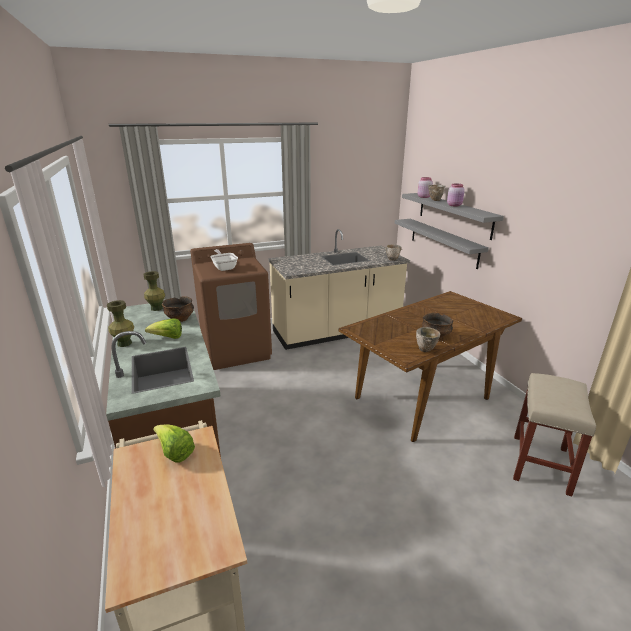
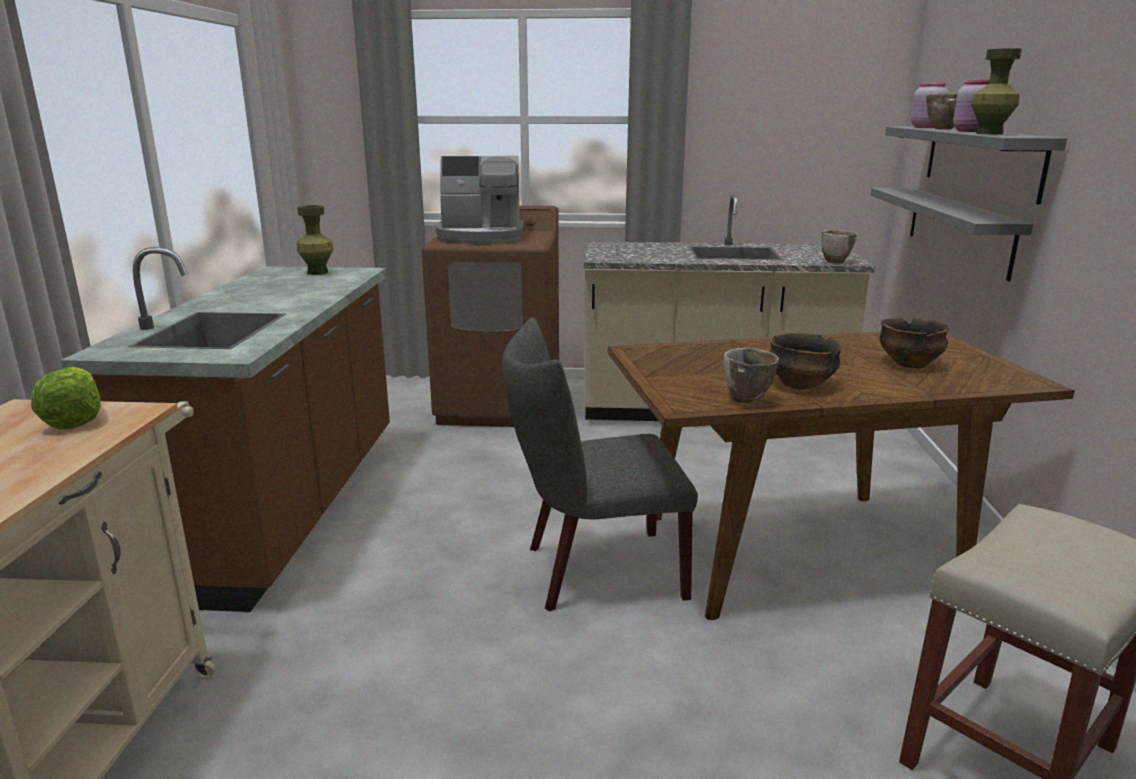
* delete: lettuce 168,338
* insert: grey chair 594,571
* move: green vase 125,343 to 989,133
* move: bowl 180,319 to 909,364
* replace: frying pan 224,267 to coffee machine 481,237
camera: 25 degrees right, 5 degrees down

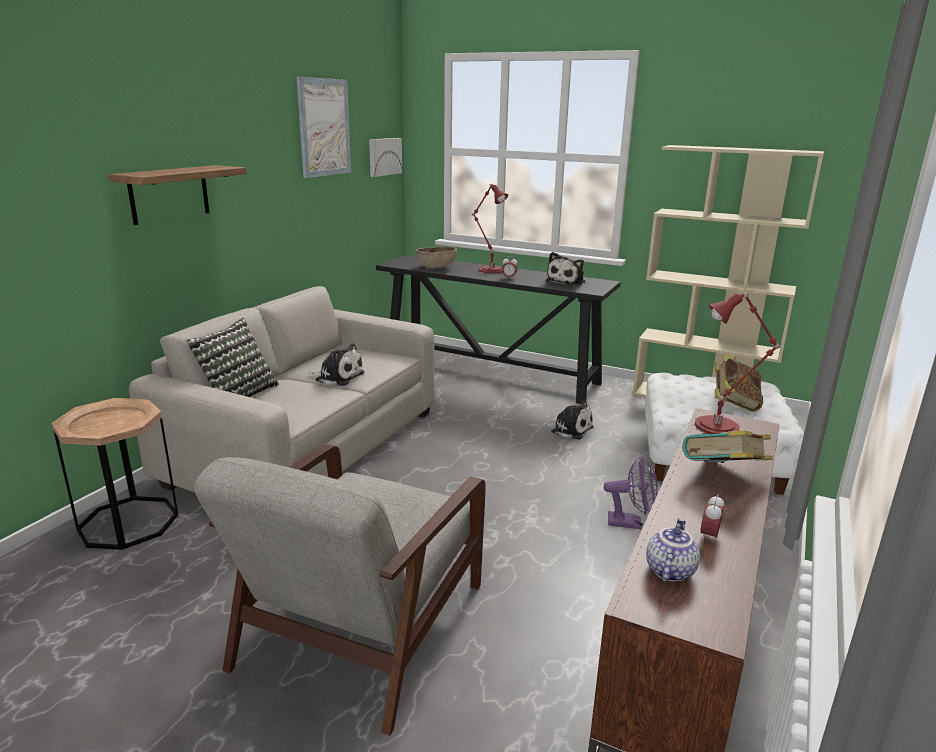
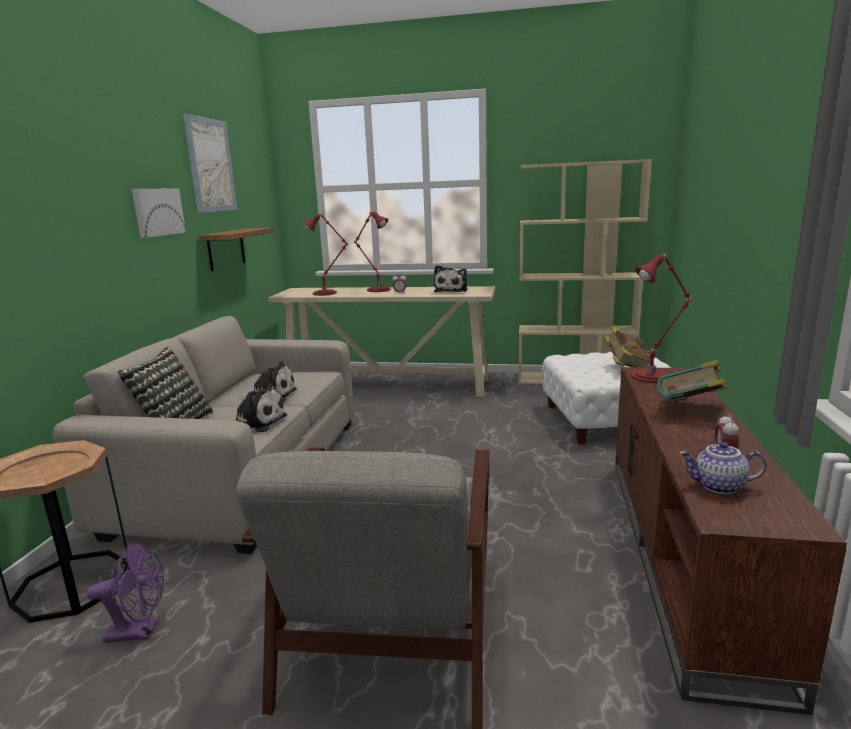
* move: shelf 169,194 to 226,249
* move: picture 384,156 to 157,212
* move: plush toy 569,429 to 256,423
* move: purple fan 630,523 to 140,631
* replace: brown bowl 436,267 to red table lamp 327,293
* recolor: black console table 492,373 to beige console table 389,385
* rotate: teapot 668,570 = 719,487 90 degrees counterclockwise
camera: 15 degrees left, 5 degrees down

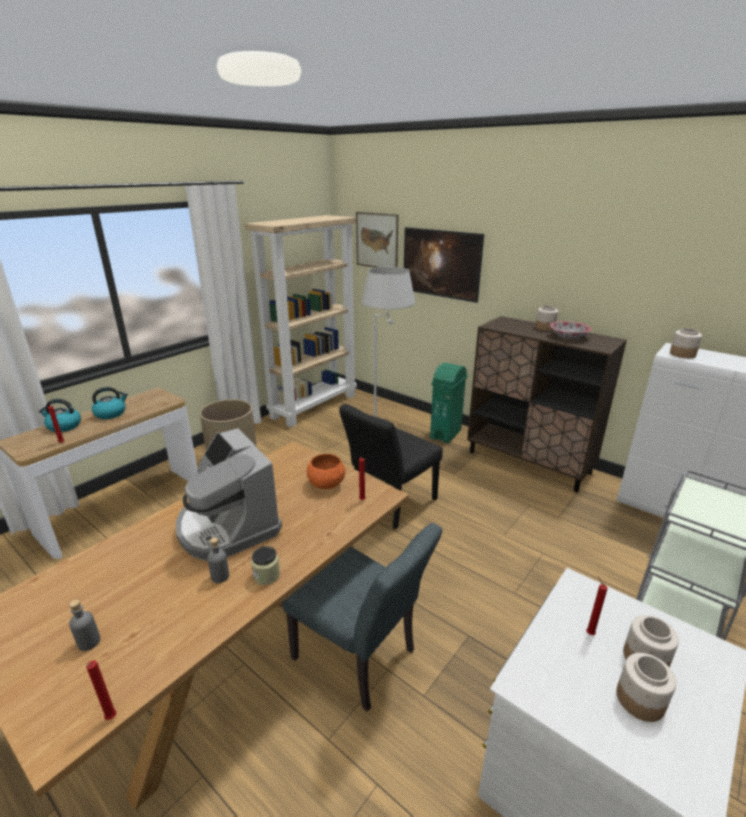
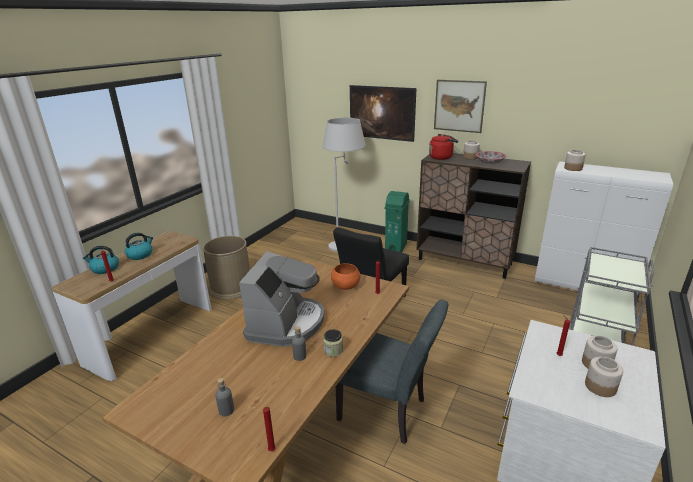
* delete: beige bookcase 314,406
* insert: red kettle 442,157
* move: picture 377,240 to 459,106
* rotate: coffee machine 228,526 = 286,323 120 degrees counterclockwise
camera: 10 degrees left, 0 degrees up

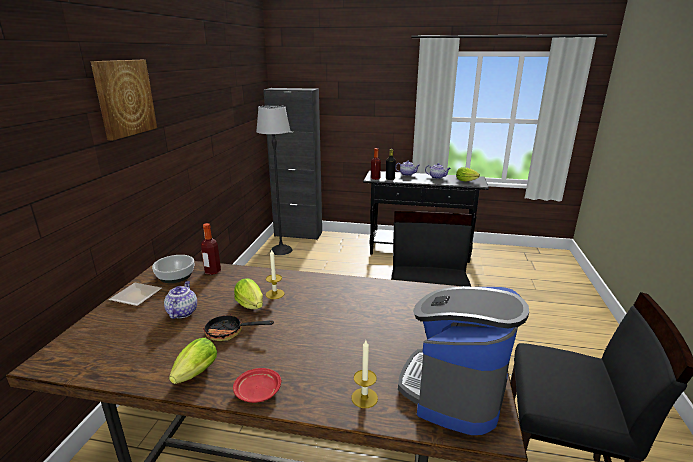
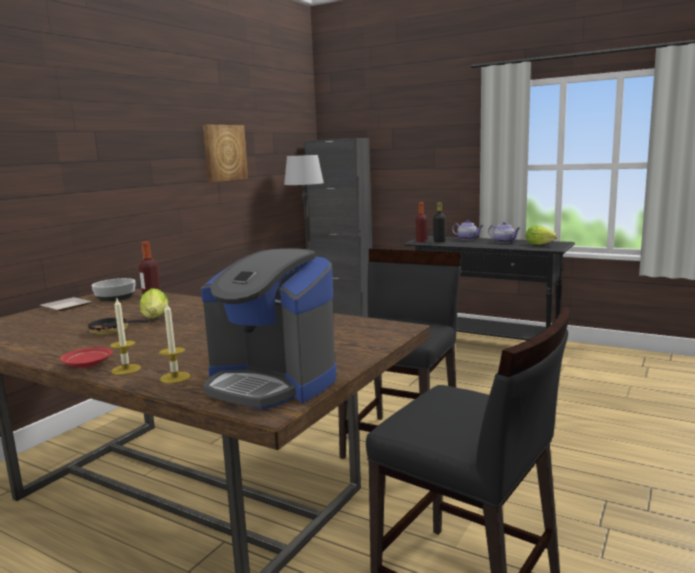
* delete: teapot 182,312
* delete: lettuce 194,375
* move: picture 124,98 to 224,153
* move: candle 275,294 to 126,369
* rotate: coffee machine 454,390 = 271,383 105 degrees counterclockwise
camera: 20 degrees right, 10 degrees down

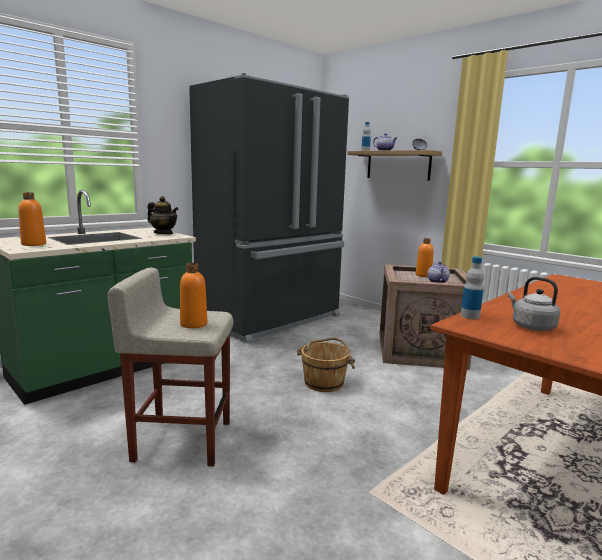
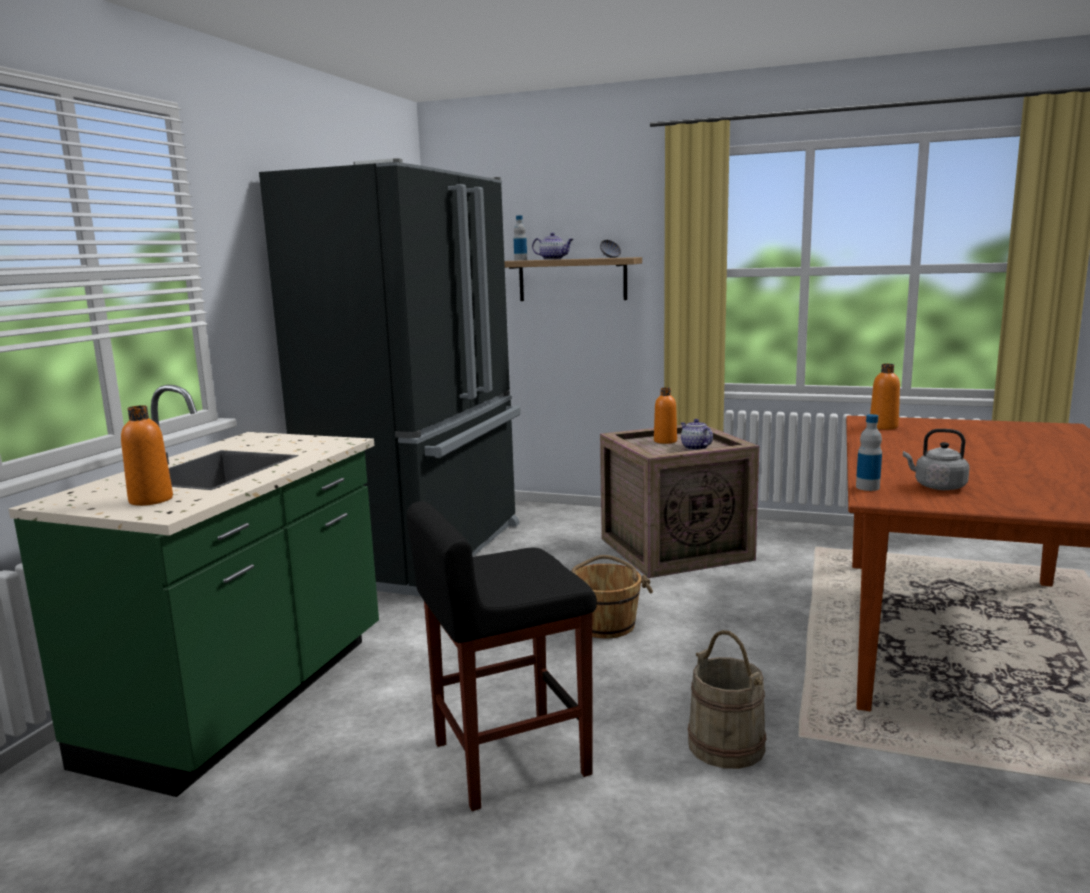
* delete: teapot 163,233
* insert: beige bucket 726,745
* move: orange bottle 193,324 to 883,427
* recolor: beige stool 181,440 to black stool 508,759
camera: 25 degrees left, 0 degrees up

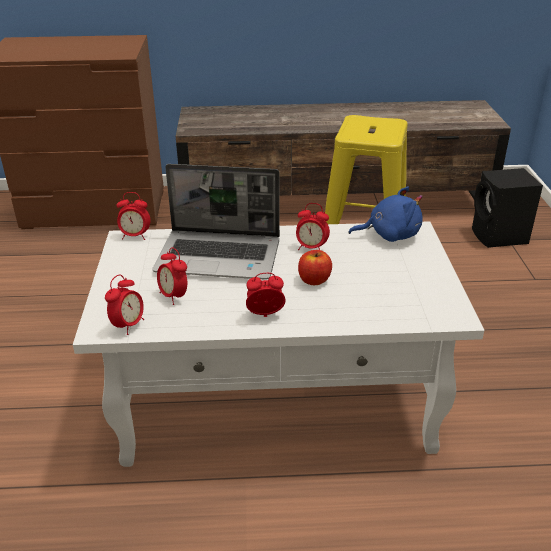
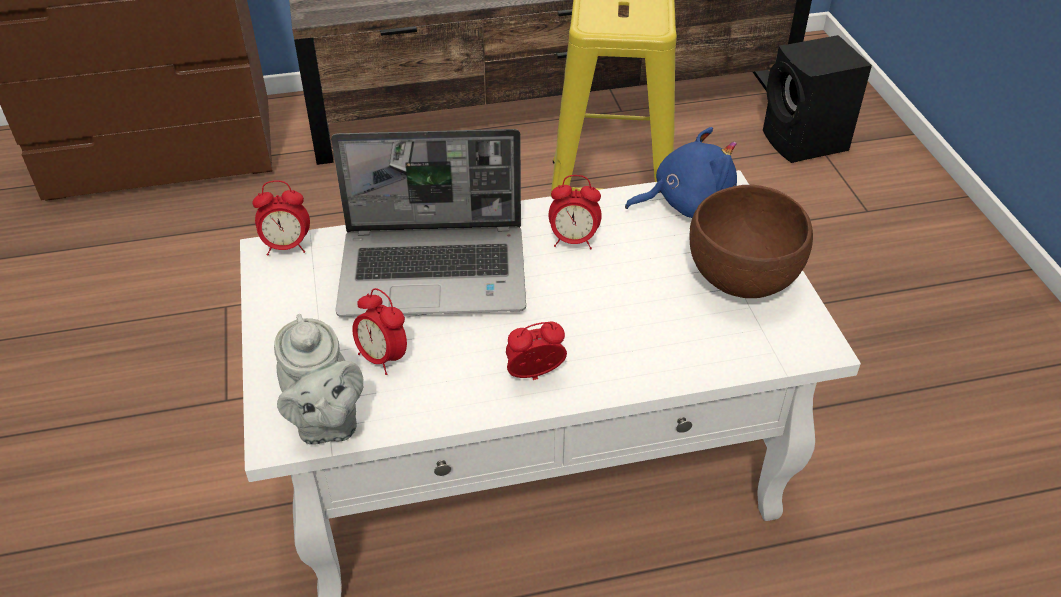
* delete: apple 314,280
* insert: brown bowl 741,279
* replace: alarm clock 128,325 to grey teapot 325,422
camera: 10 degrees left, 10 degrees up

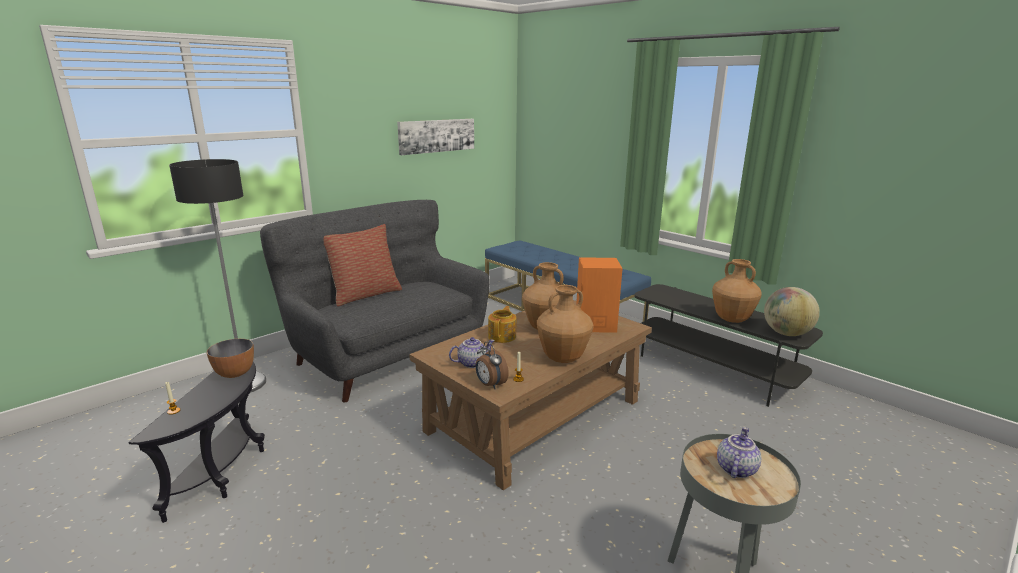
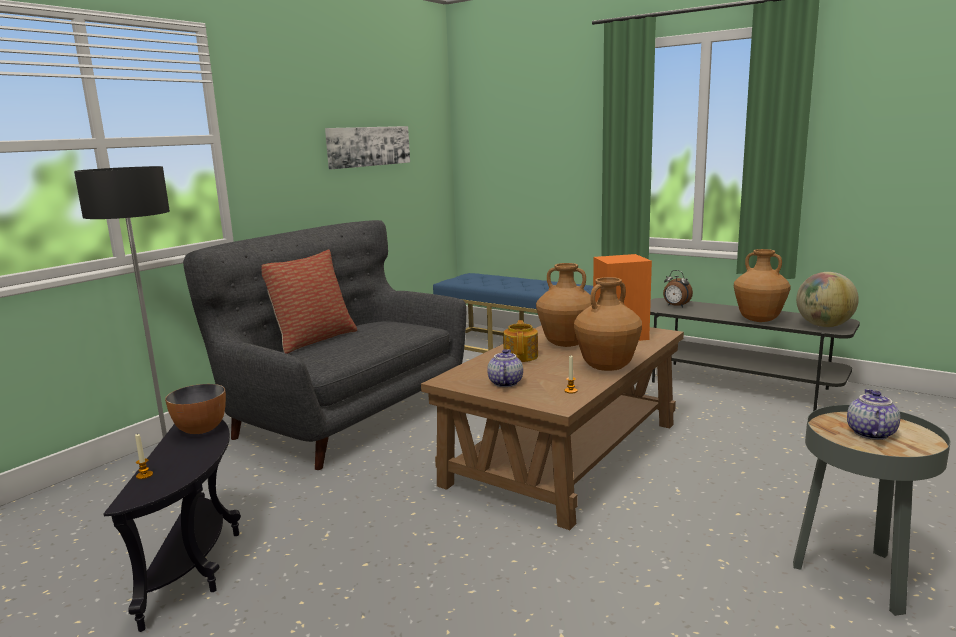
* move: alarm clock 490,385 to 676,306
* rotate: teapot 472,363 = 504,383 45 degrees counterclockwise
camera: 10 degrees left, 5 degrees down

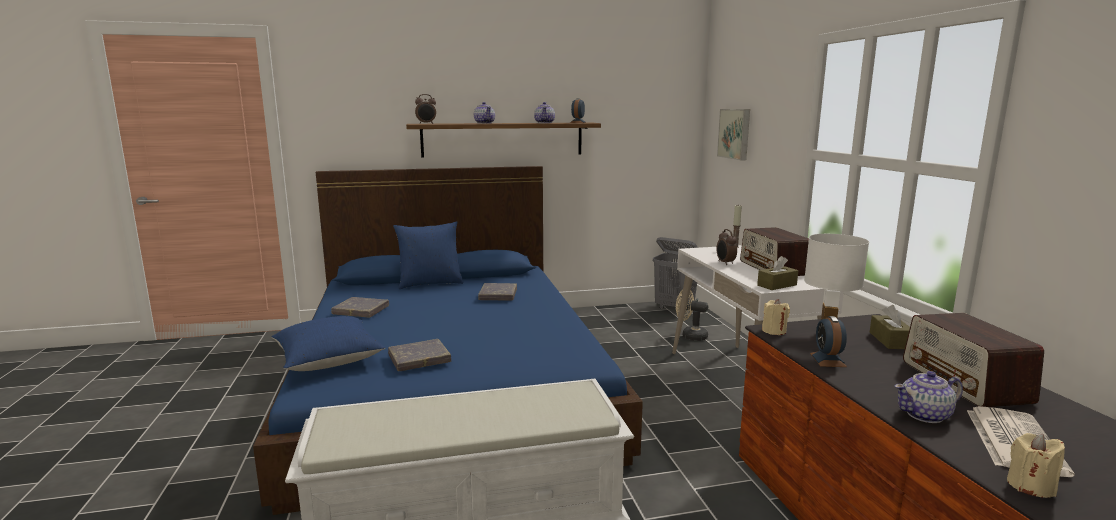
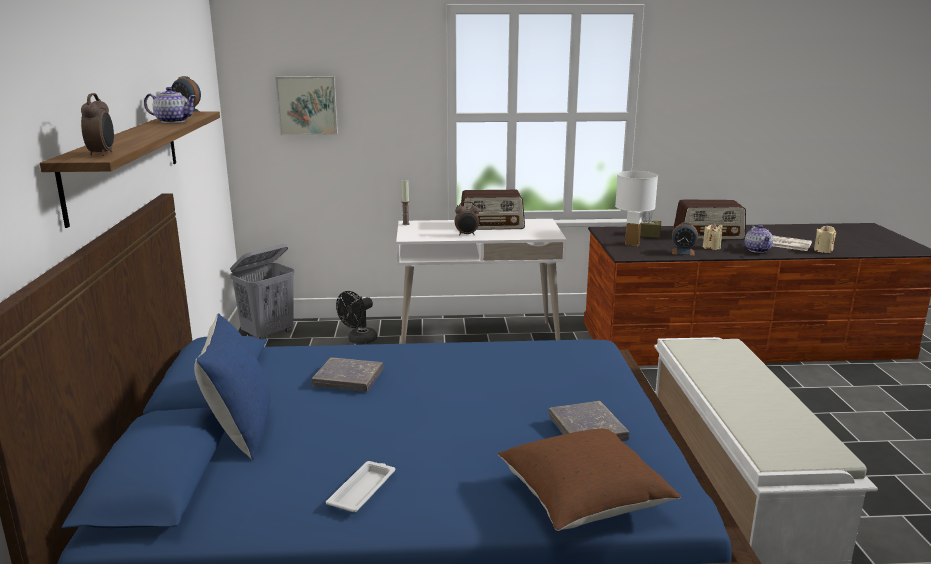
* delete: teapot 484,123
* delete: brown tissue box 777,285
* move: beige candle 774,331 to 711,247
* replace: grey book 361,310 to white tray 363,490
* recolor: blue pillow 329,361 to brown pillow 583,499
* recolor: beige fan 690,336 to black fan 359,341
camera: 80 degrees left, 5 degrees up

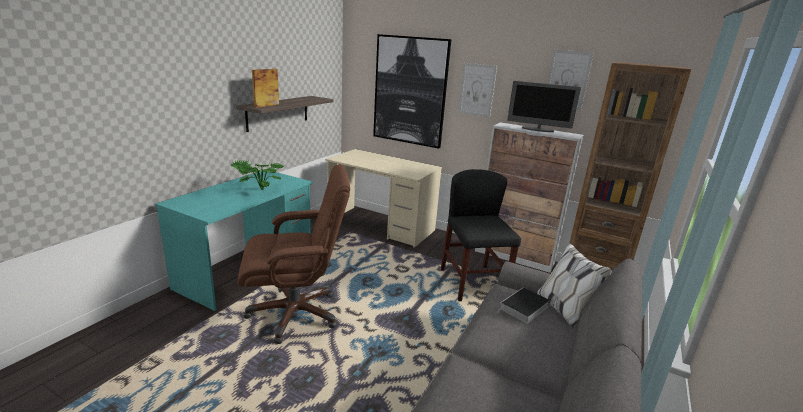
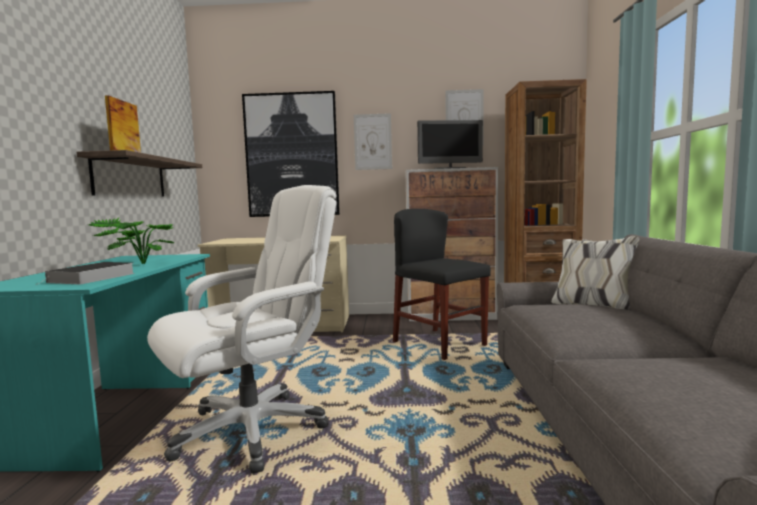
* move: book 523,308 to 91,278
* recolor: brown office chair 296,313 to white office chair 252,430
camera: 25 degrees left, 15 degrees down

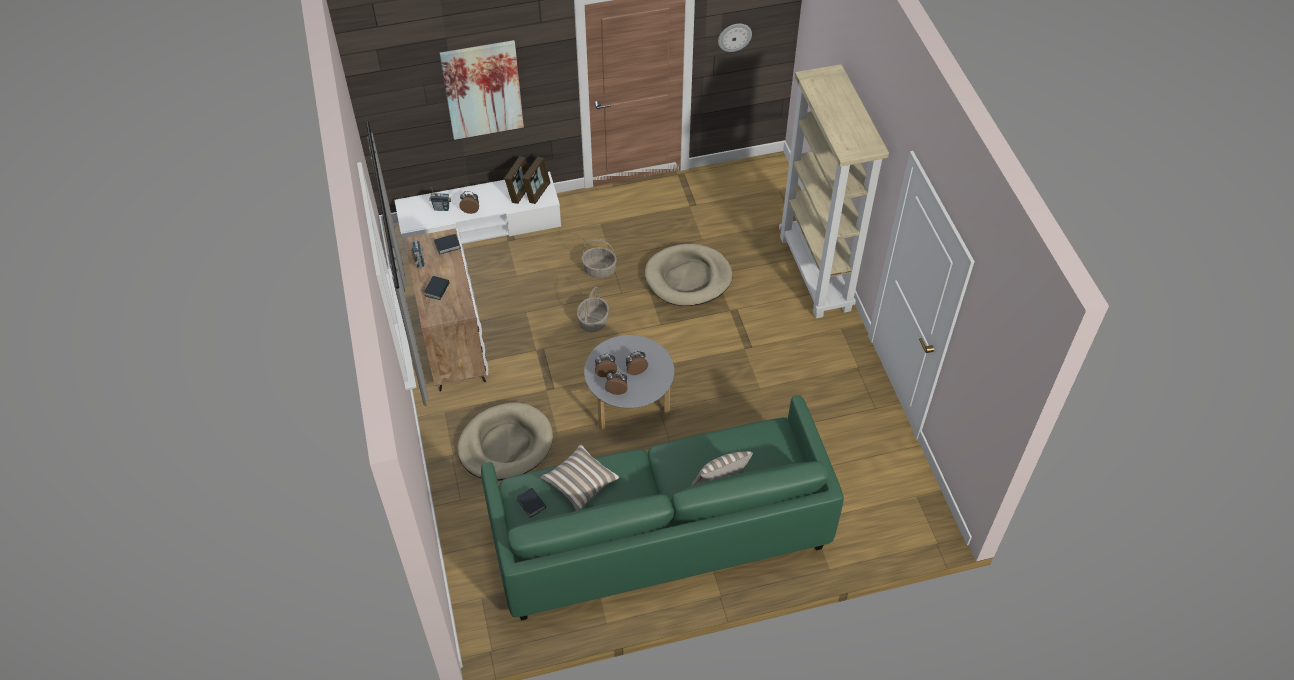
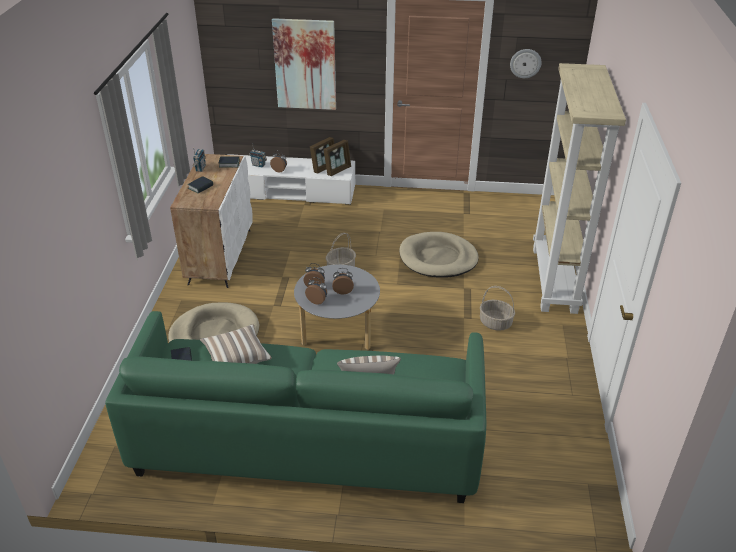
* move: basket 600,269 to 496,323
camera: 20 degrees right, 15 degrees down

